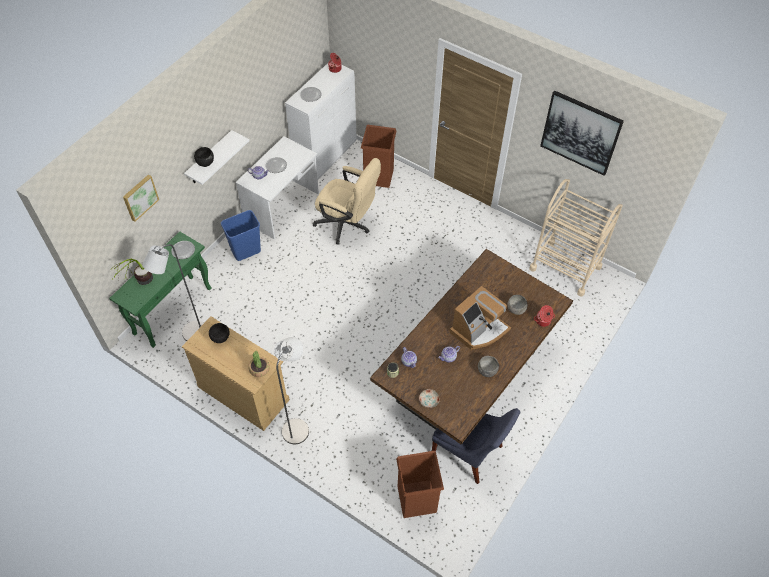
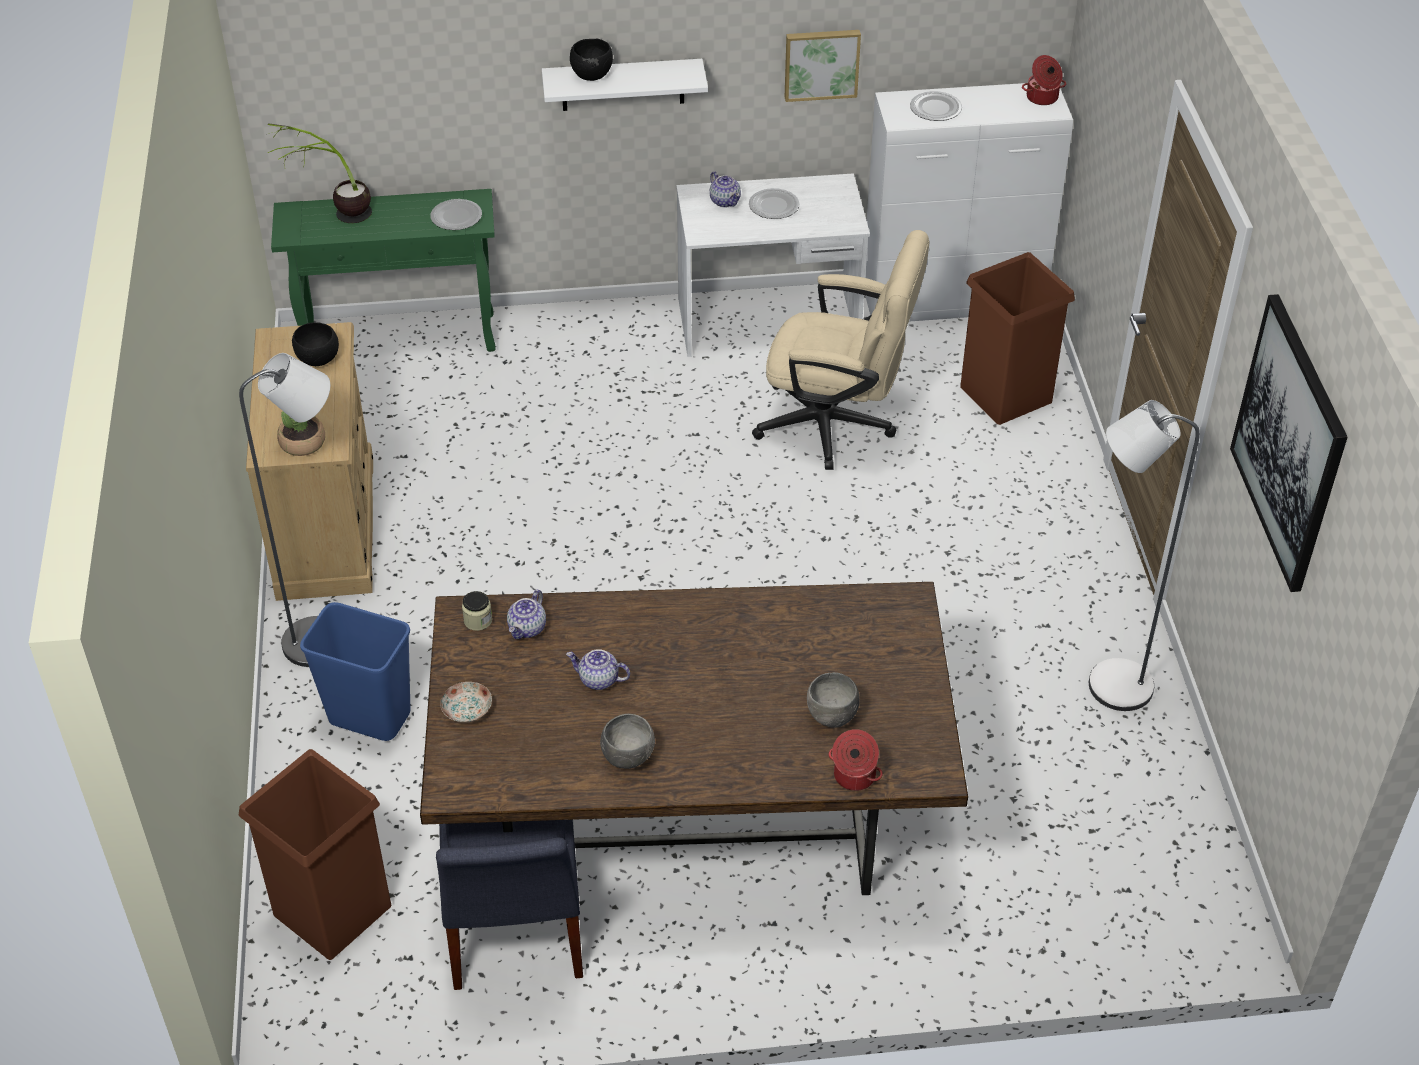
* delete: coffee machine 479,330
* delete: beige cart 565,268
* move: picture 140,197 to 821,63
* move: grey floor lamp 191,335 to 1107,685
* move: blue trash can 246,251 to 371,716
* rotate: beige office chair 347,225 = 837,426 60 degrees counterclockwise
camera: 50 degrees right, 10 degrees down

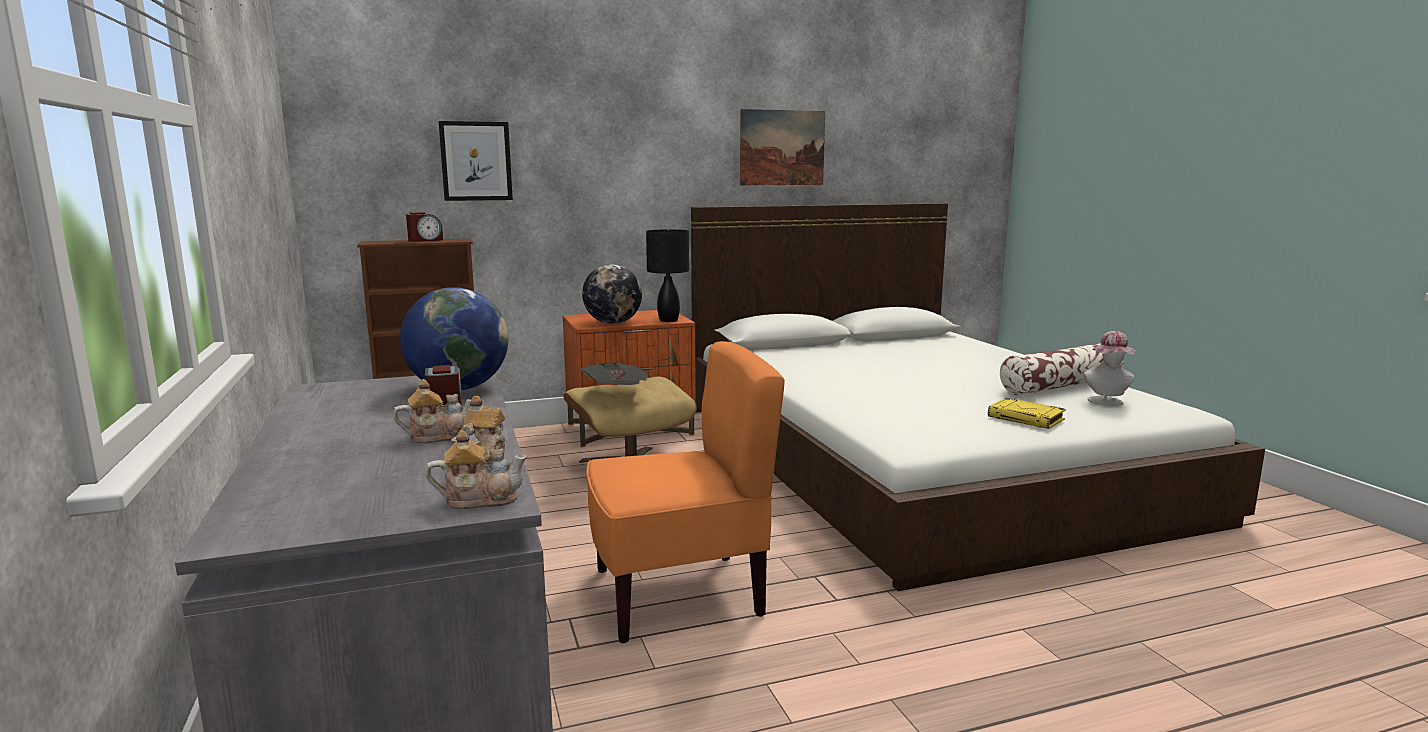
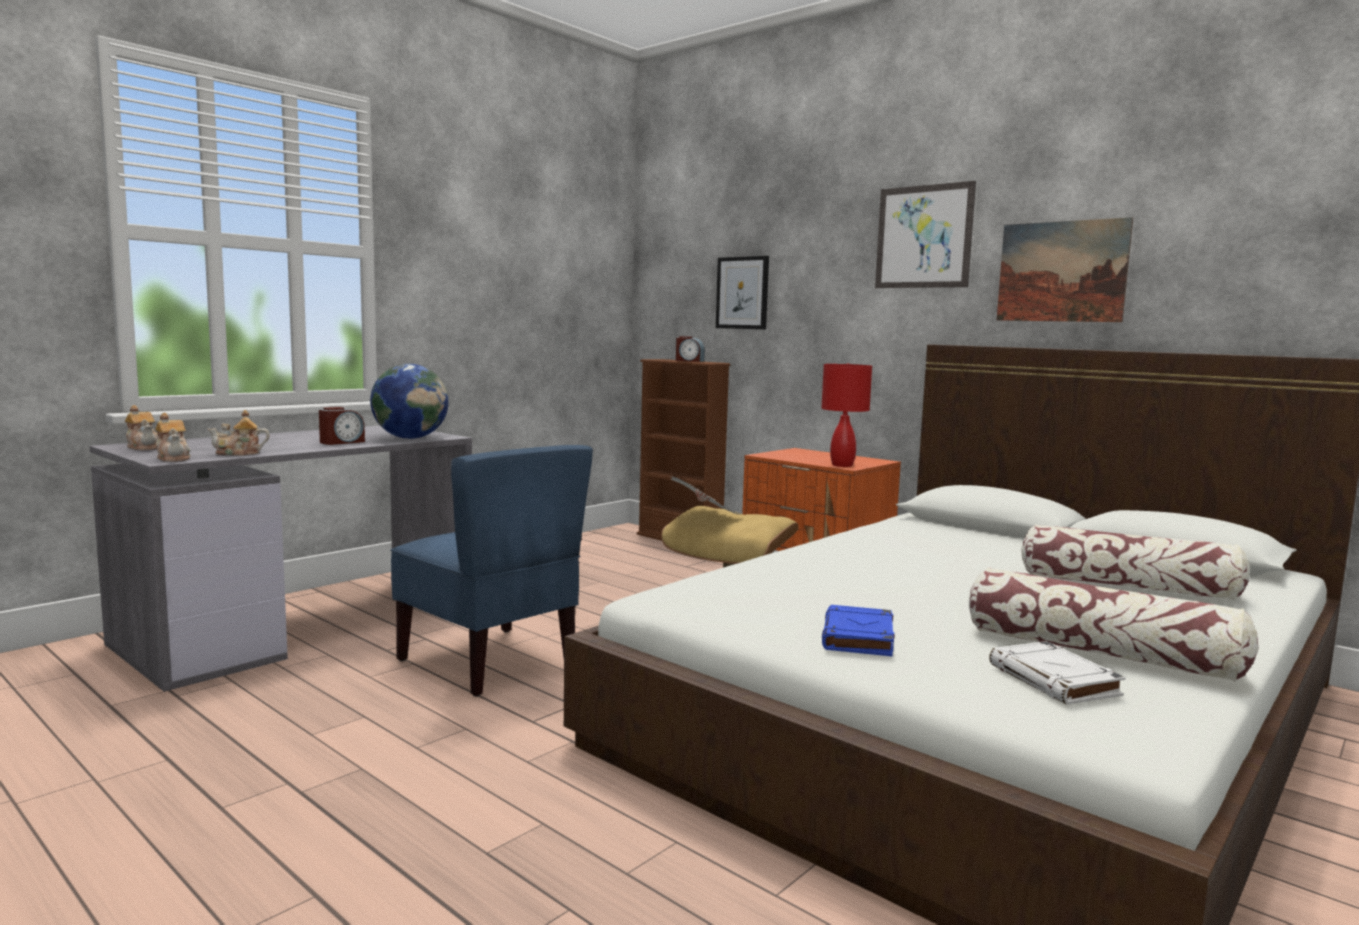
* delete: globe 613,323
* insert: picture 923,237
* insert: pillow 1128,586
* move: teapot 438,436 to 144,447
* replace: hat 1107,402 to white book 1055,681
* recolor: orange chair 678,594 to blue chair 489,662
* recolor: black table lamp 668,320 to red table lamp 842,465
* recolor: yellow book 1026,418 to blue book 858,638
camera: 60 degrees right, 5 degrees down

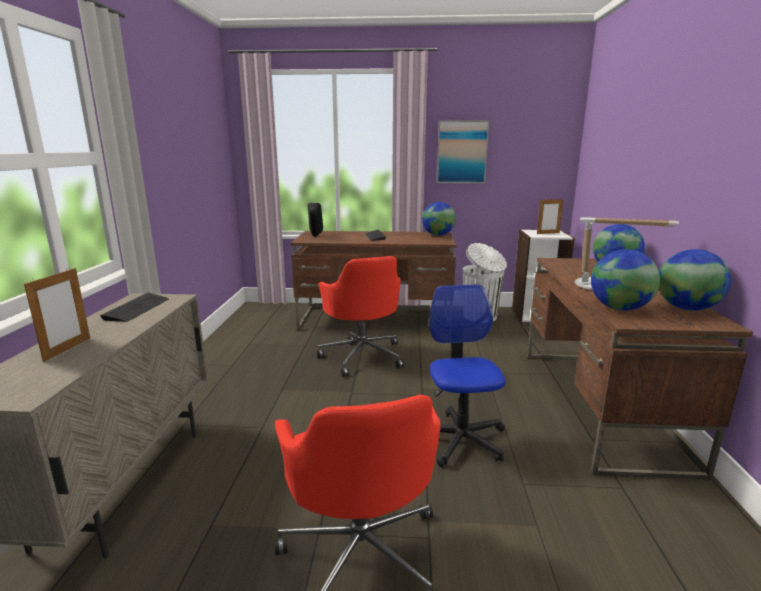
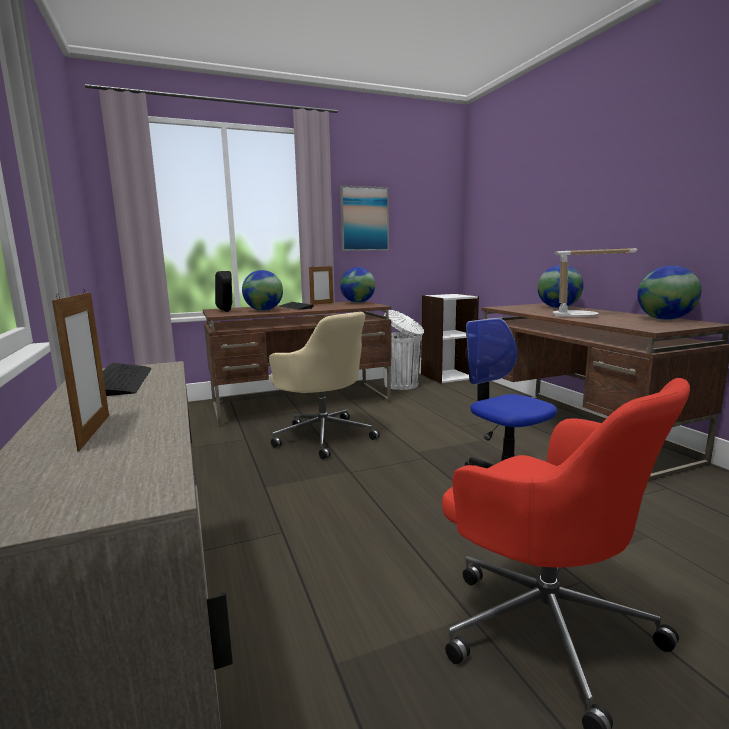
* move: picture frame 548,233 to 322,304
* move: globe 619,308 to 264,310
* recolor: red office chair 362,355 to beige office chair 323,436
camera: 25 degrees left, 5 degrees down

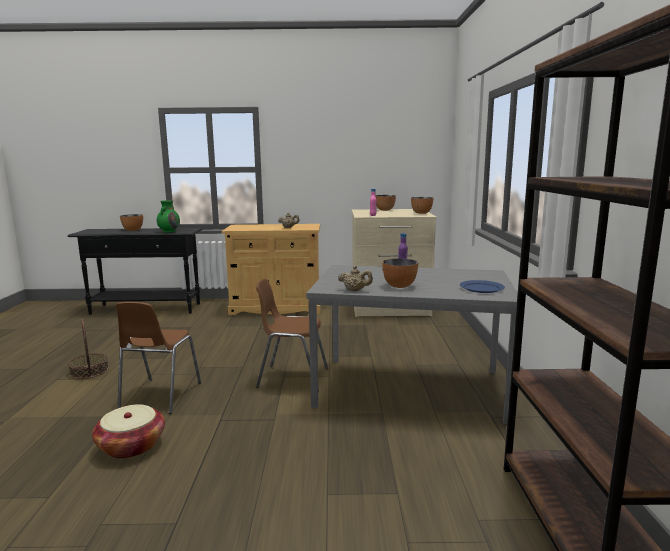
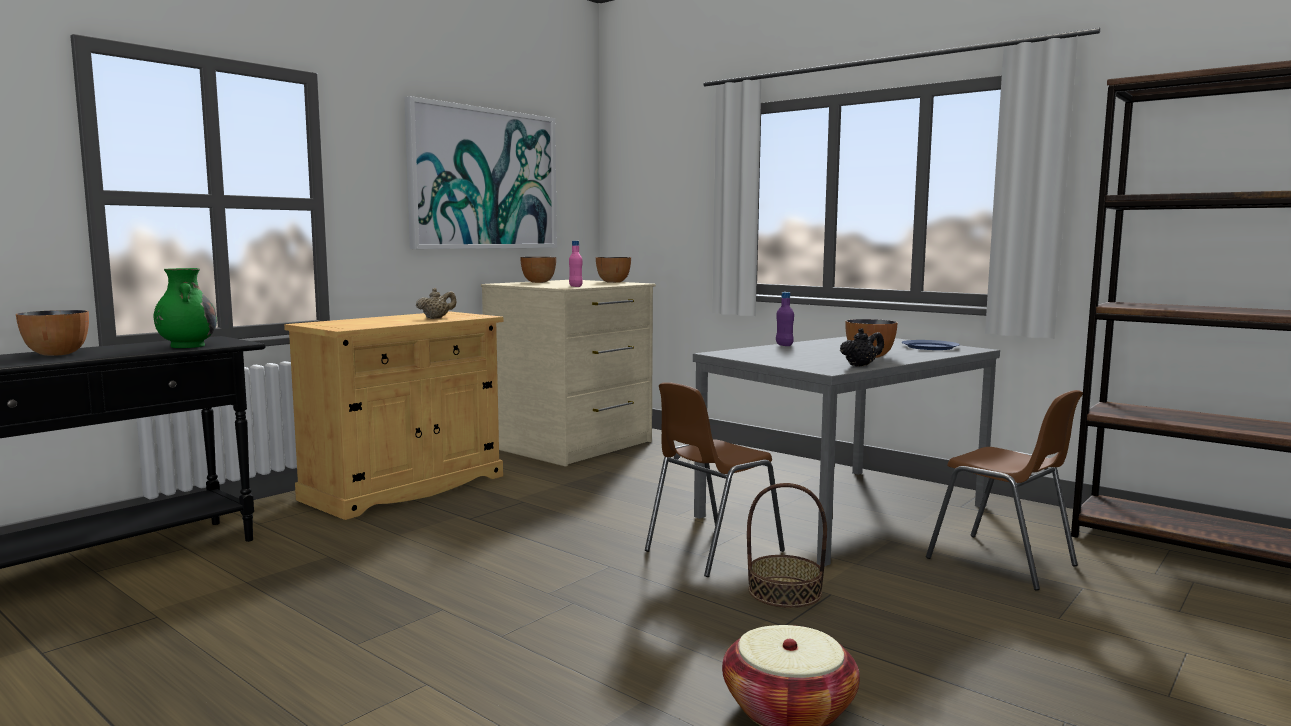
* insert: picture 484,179
* move: basket 89,371 to 785,592
* move: brown chair 159,396 to 1002,562
* recolor: beige teapot 355,290 to black teapot 860,366
camera: 50 degrees left, 5 degrees down

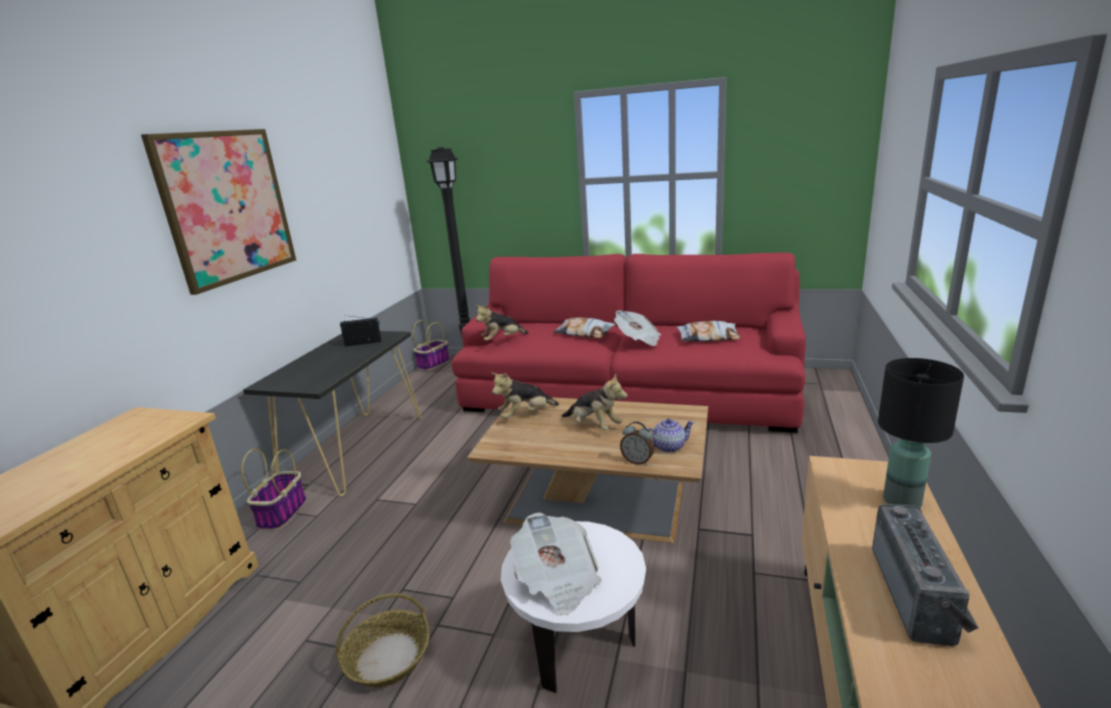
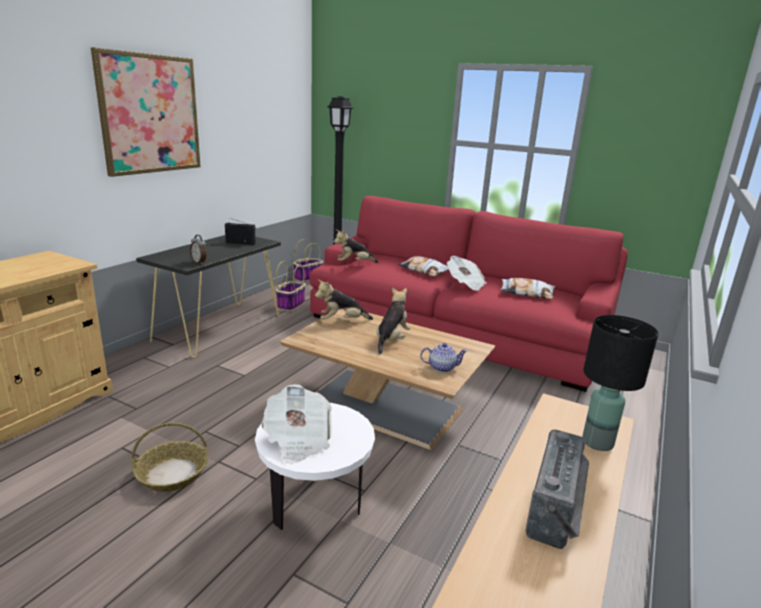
* move: basket 282,513 to 291,304
* move: alarm clock 637,461 to 199,262
* rotate: plush toy 594,426 = 391,340 120 degrees counterclockwise
camera: 10 degrees right, 0 degrees up

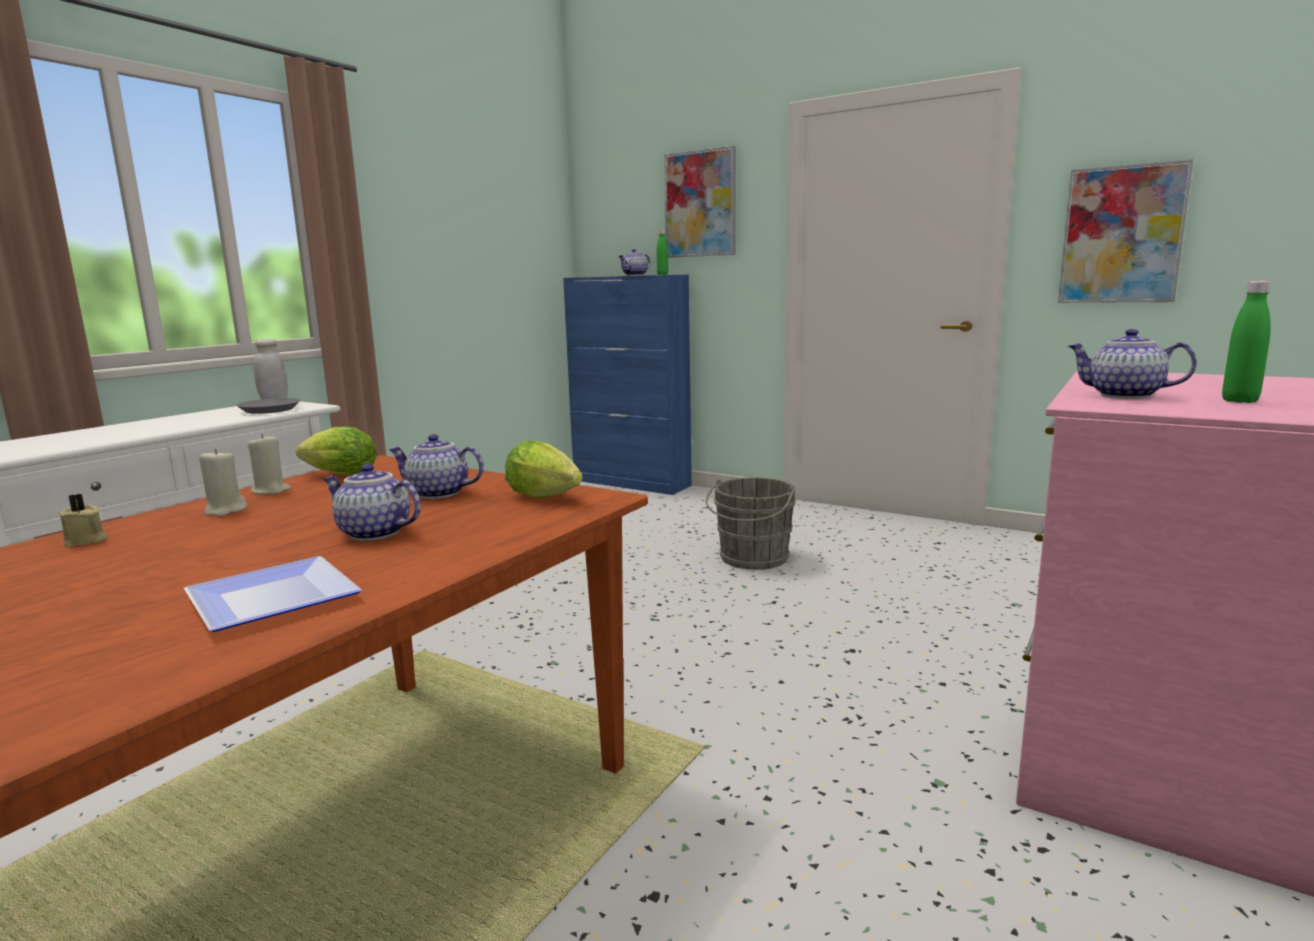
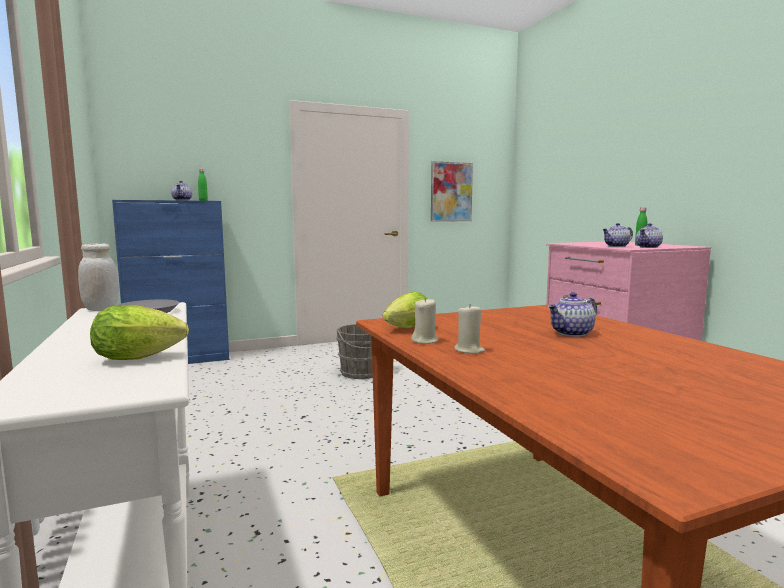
* delete: beige candle 86,541
* delete: plate 280,599
* delete: picture 700,204
* move: teapot 437,494 to 648,247
* move: lettuce 547,498 to 143,358
camera: 55 degrees left, 5 degrees down

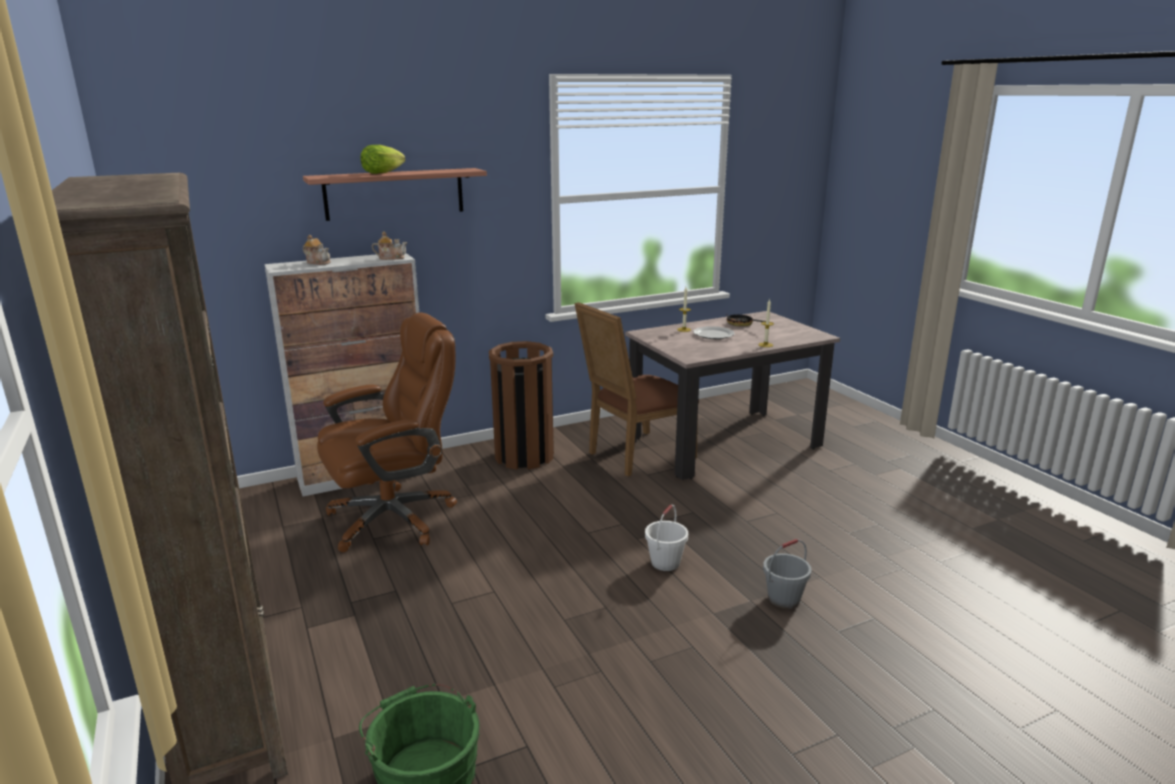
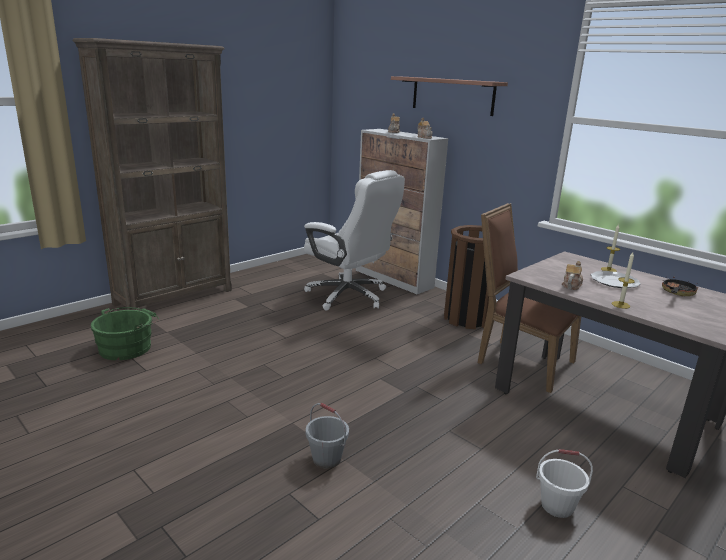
* delete: lettuce 382,173
* insert: teapot 571,285
* move: white bucket 665,563 to 557,506
* recolor: brown office chair 394,518 to white office chair 349,296
camera: 70 degrees right, 0 degrees up

